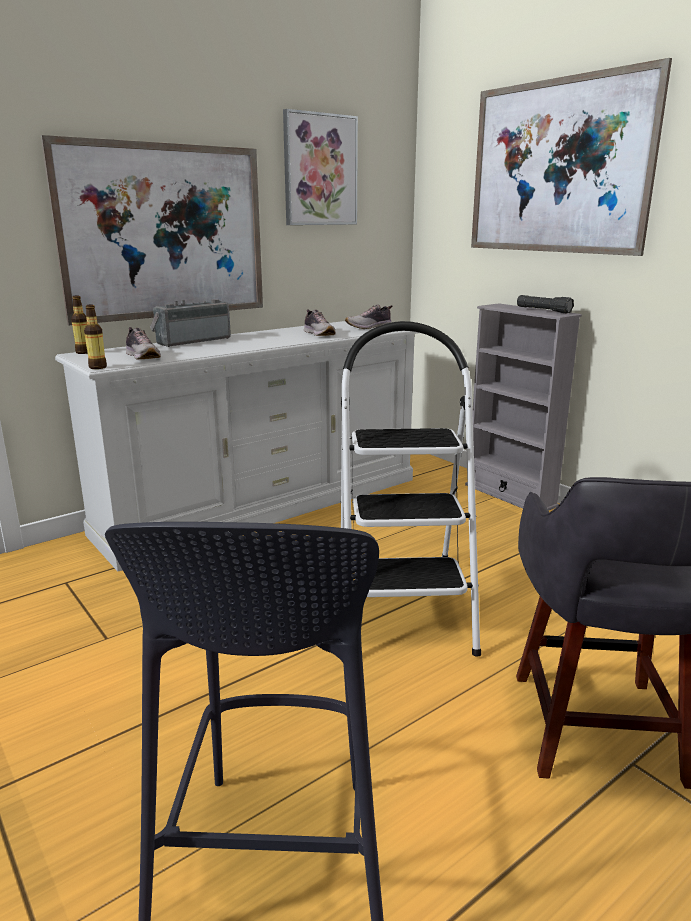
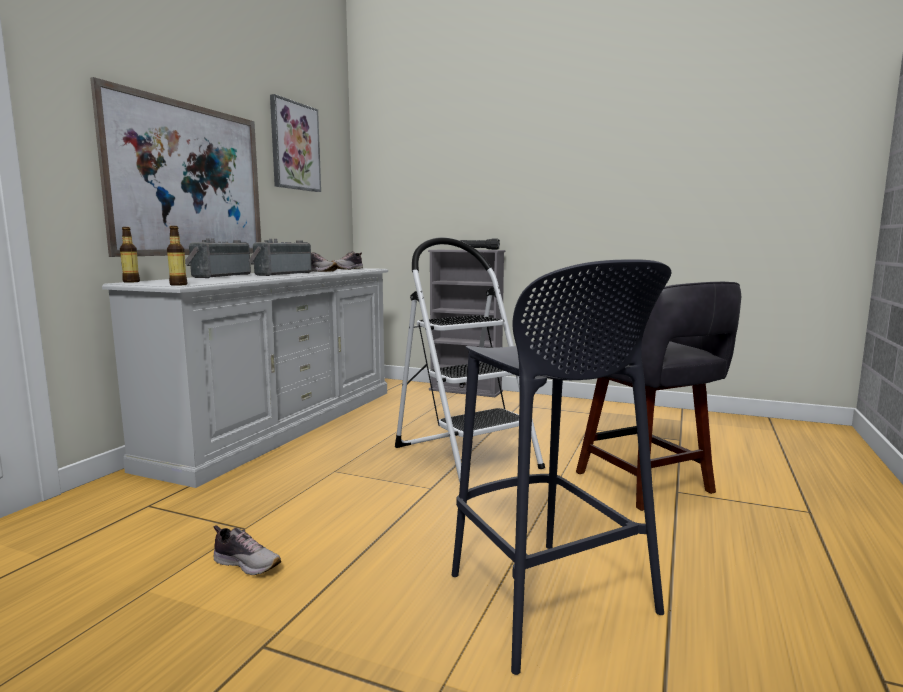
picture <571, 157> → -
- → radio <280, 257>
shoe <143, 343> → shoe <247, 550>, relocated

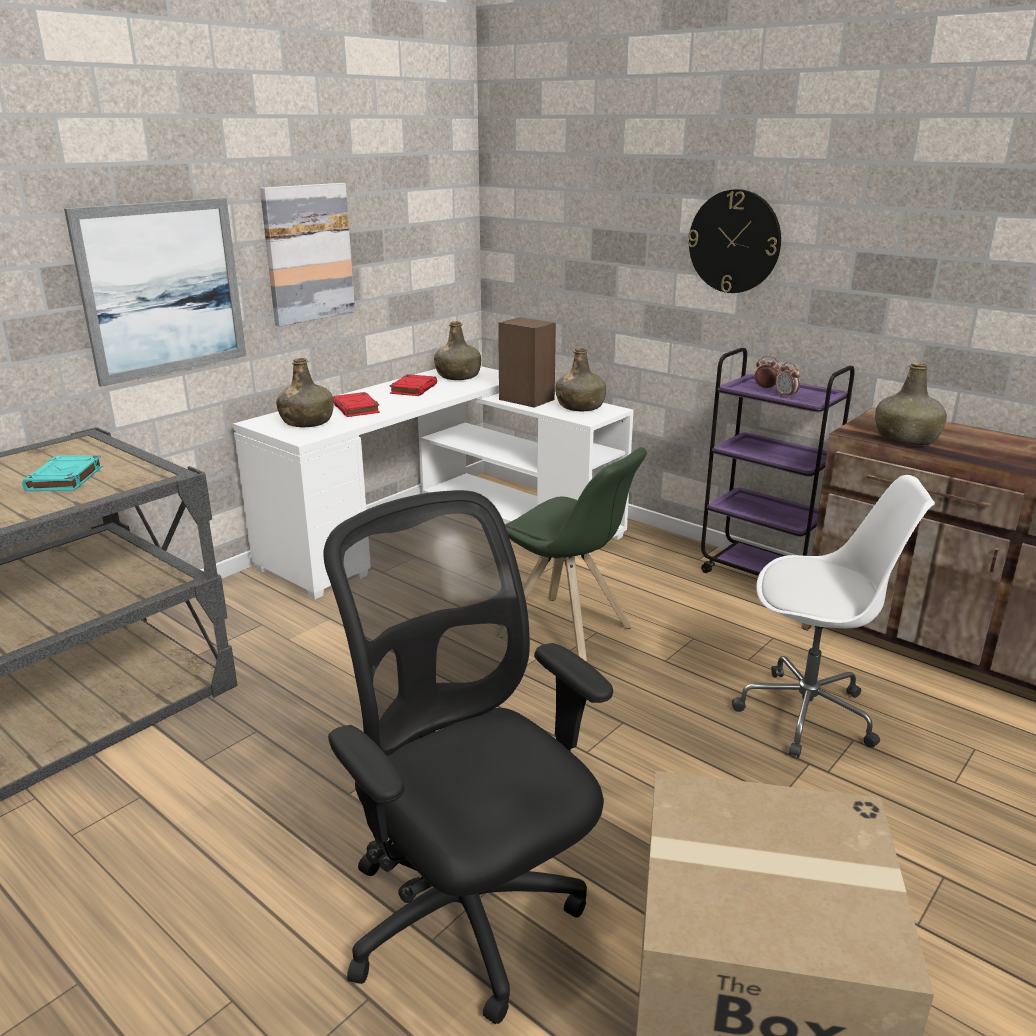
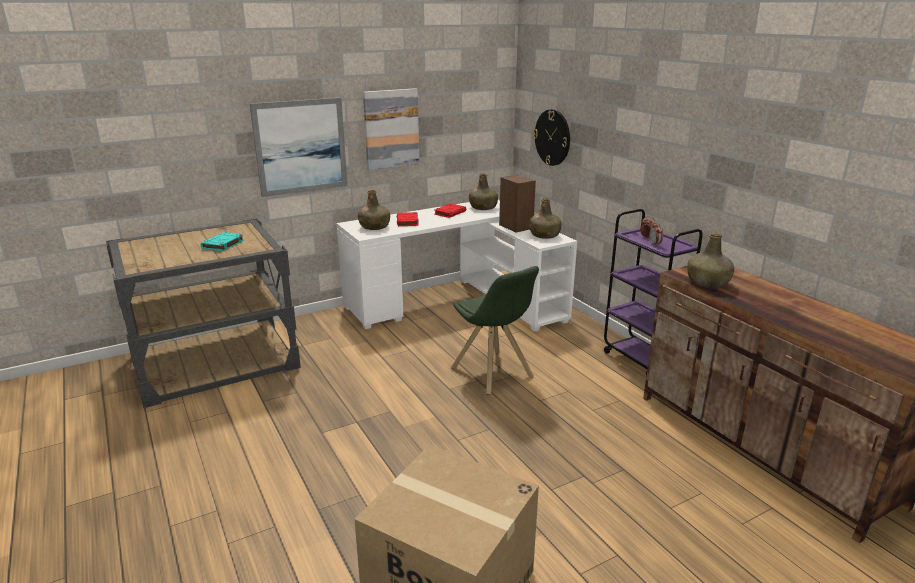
black_office_chair <468, 757> → -
white_office_chair <833, 616> → -
wall_clock <734, 241> → wall_clock <551, 137>, relocated

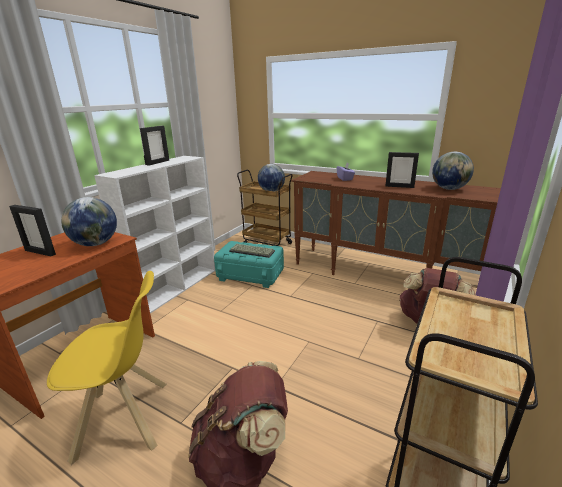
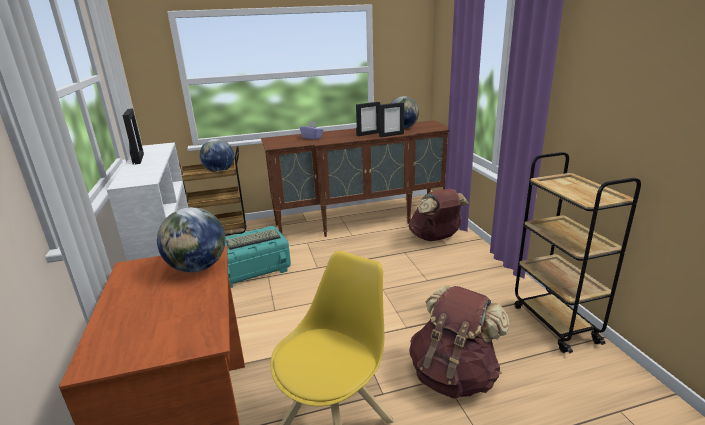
picture_frame <32, 230> → picture_frame <391, 119>, relocated

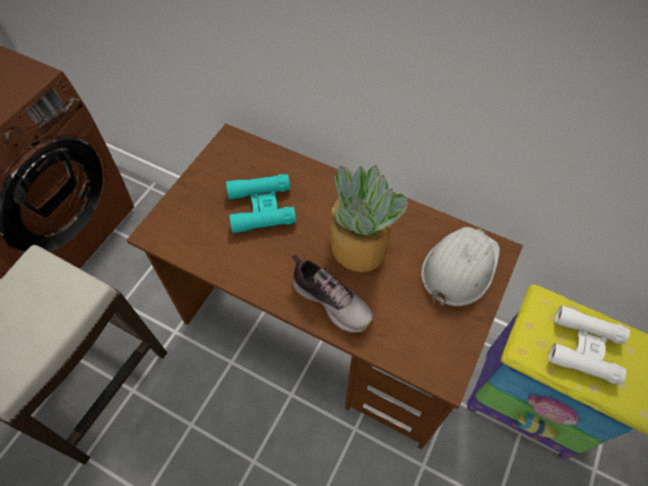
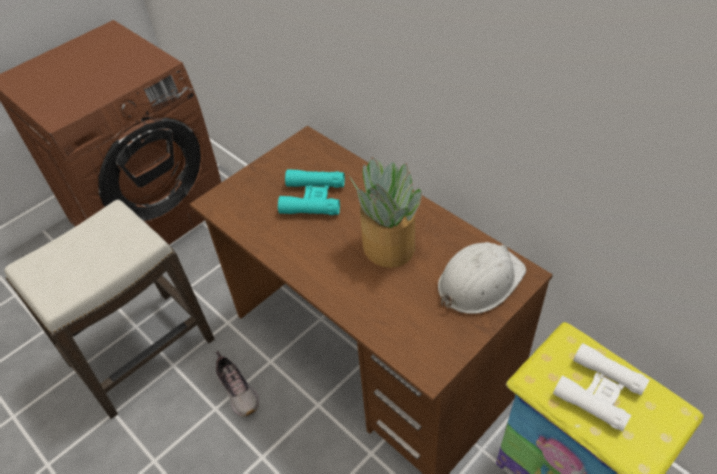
shoe <333, 293> → shoe <237, 384>, relocated

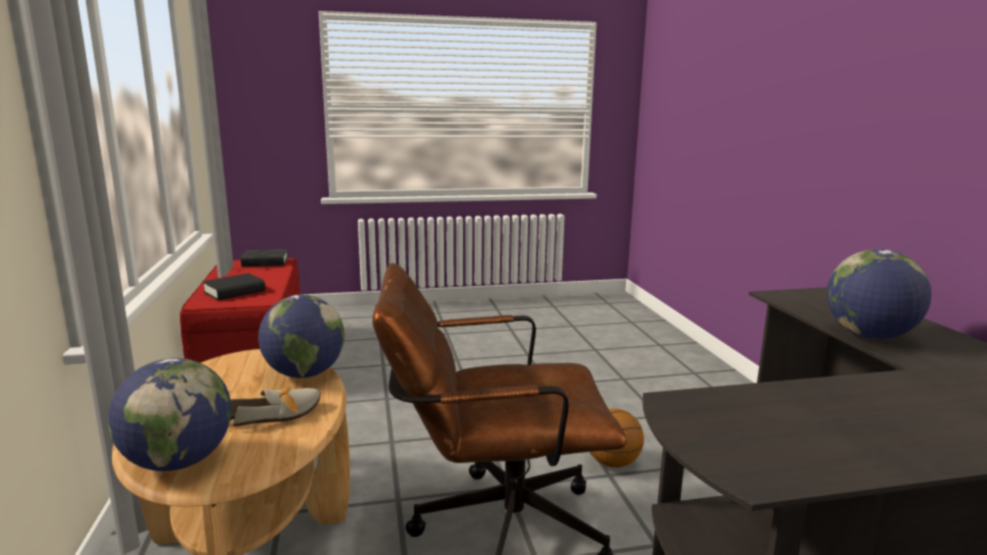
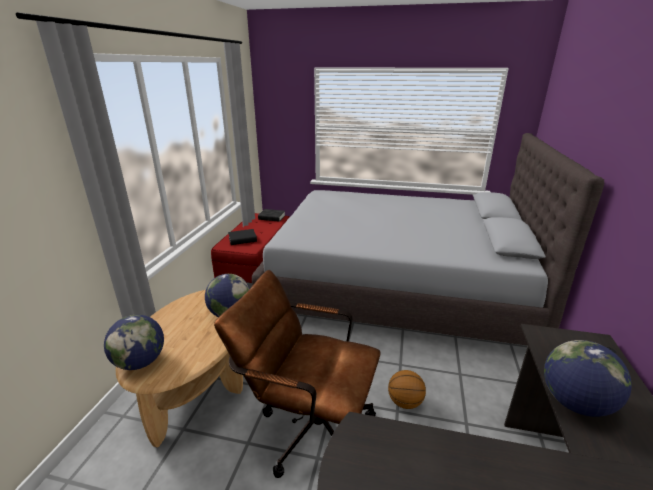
shoe <275, 406> → -
- → grey_bed <428, 239>

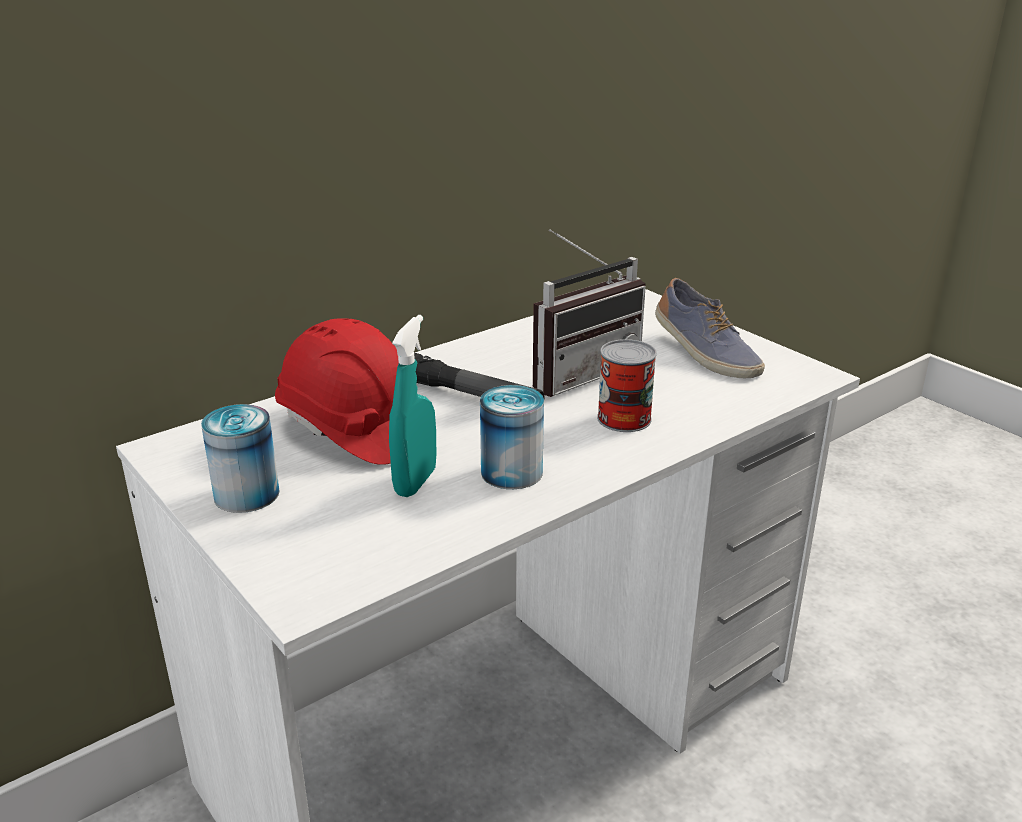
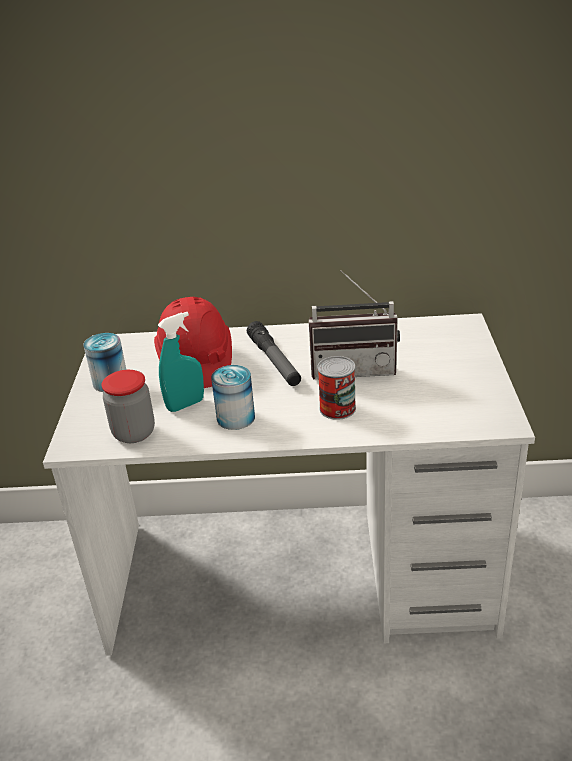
shoe <710, 328> → -
- → jar <128, 406>

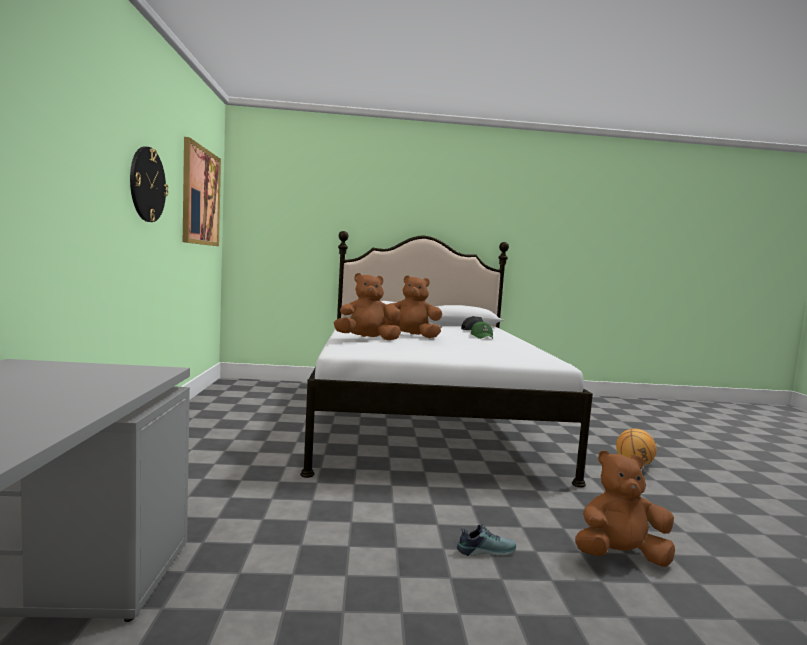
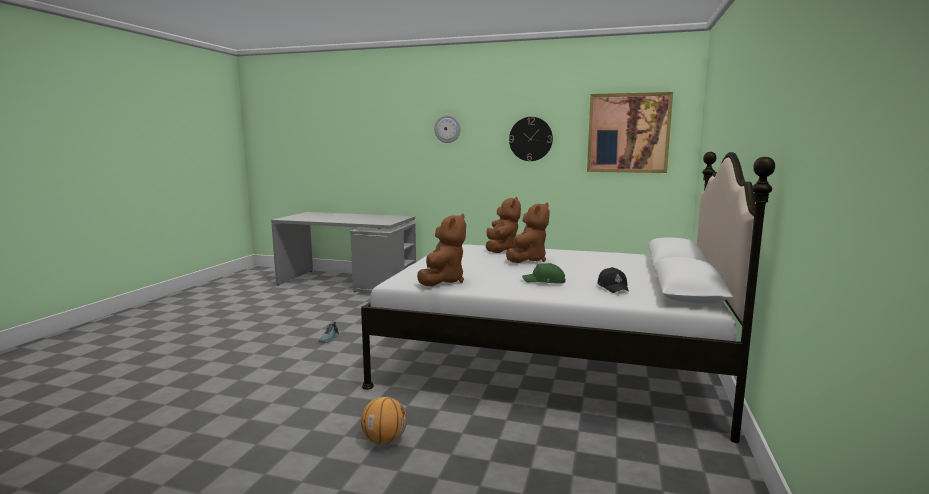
- → wall_clock <447, 129>
brown_plush_toy <625, 508> → brown_plush_toy <441, 250>, relocated

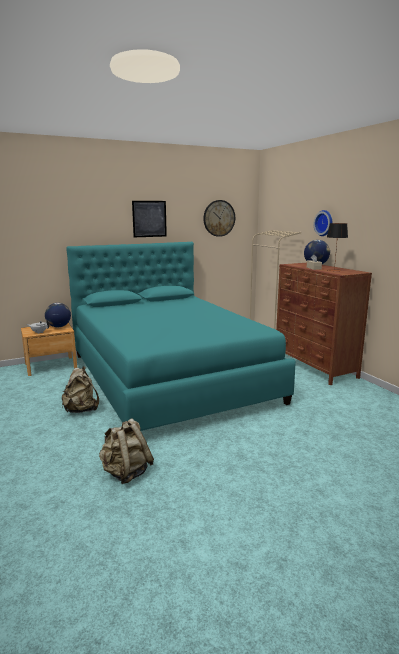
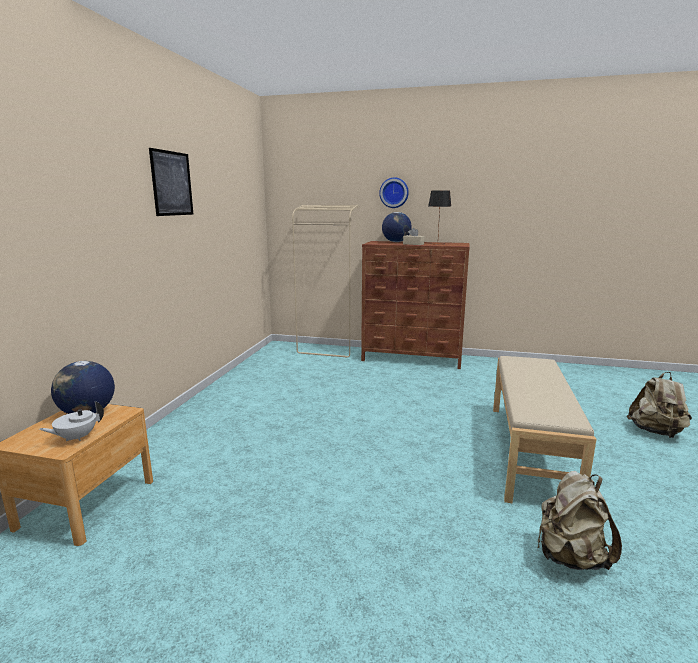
turquoise_bed <181, 336> → -
wall_clock <219, 218> → -
- → beige_bench <544, 429>
beige_backpack <80, 389> → beige_backpack <659, 405>, relocated

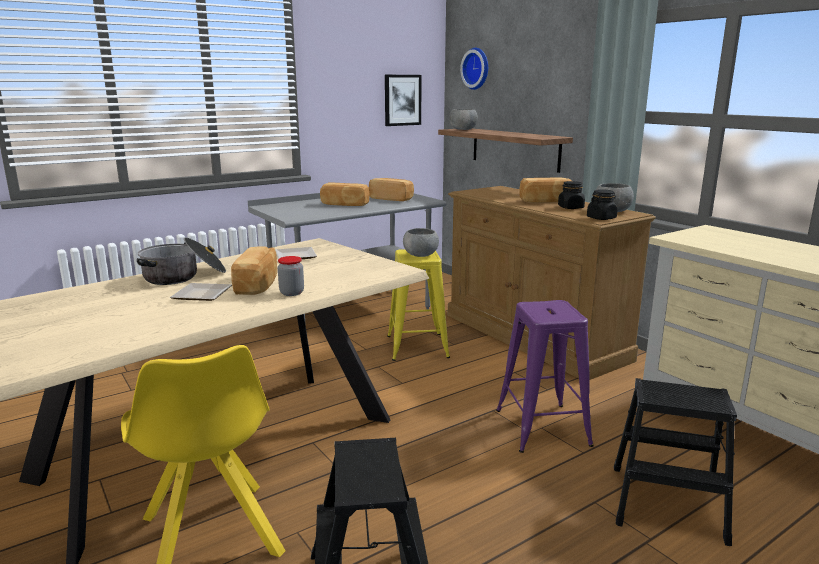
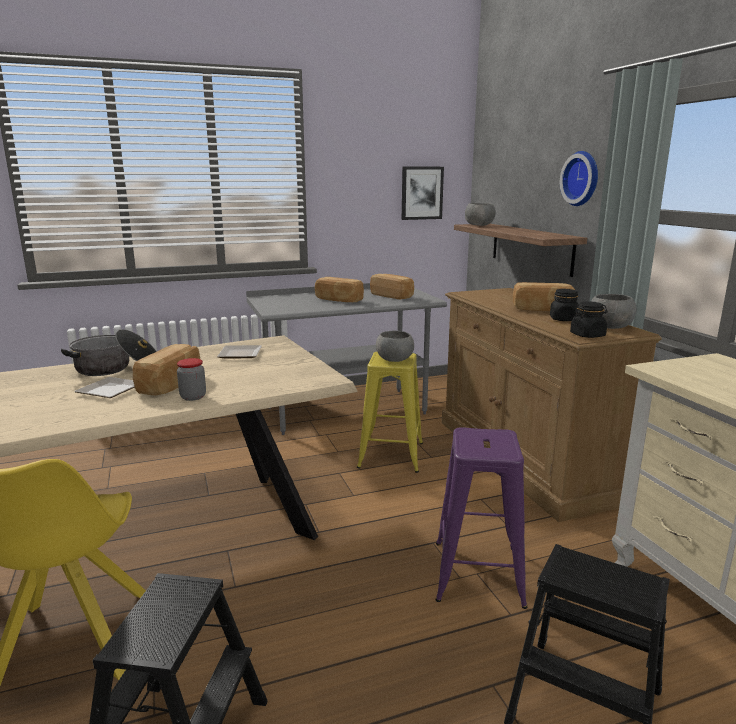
wall_clock <474, 69> → wall_clock <579, 178>, relocated

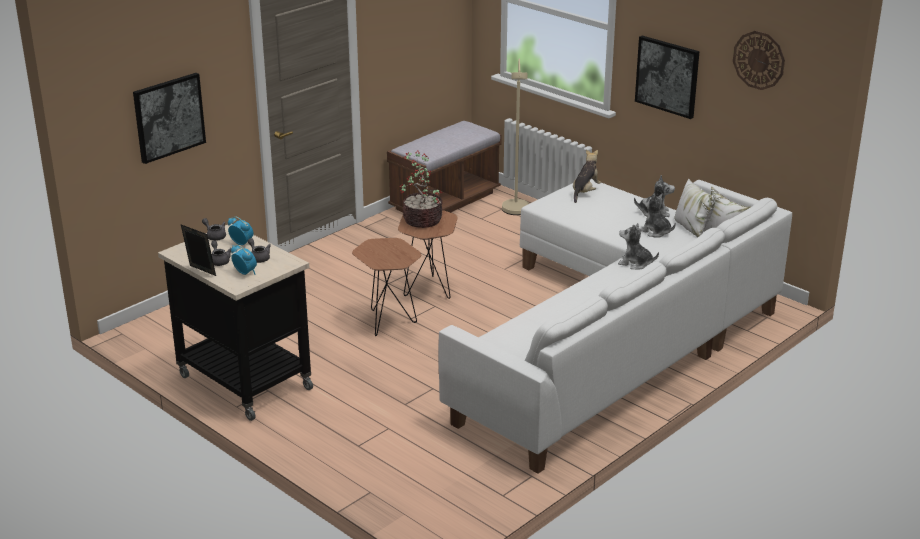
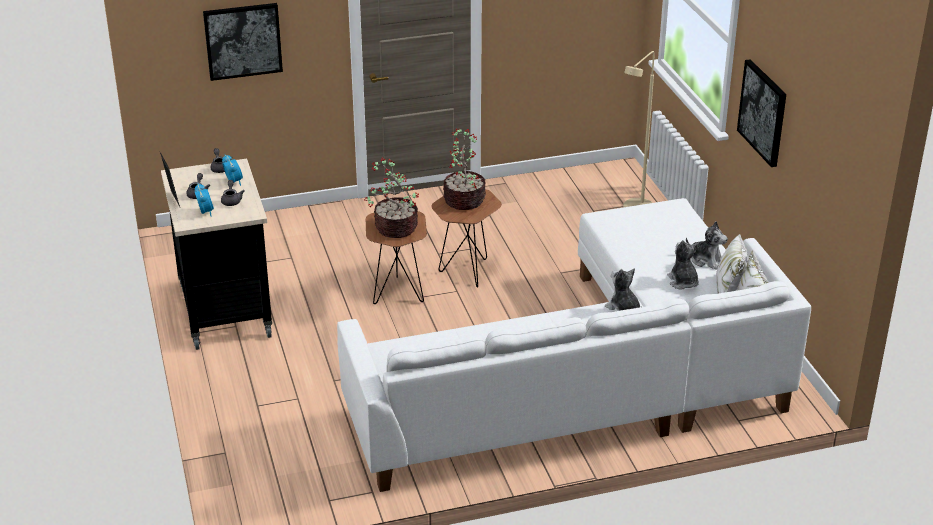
brown_bench <444, 167> → -
plush_toy <587, 176> → -
wall_clock <759, 60> → -
- → potted_plant <391, 197>

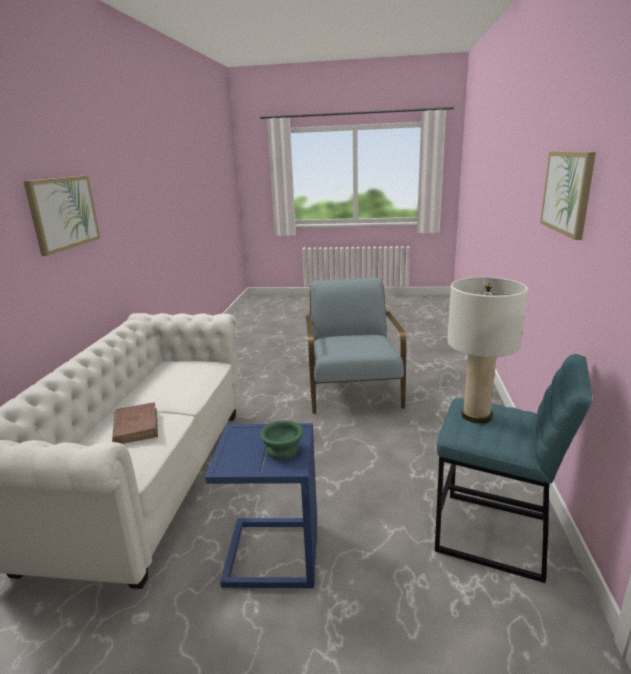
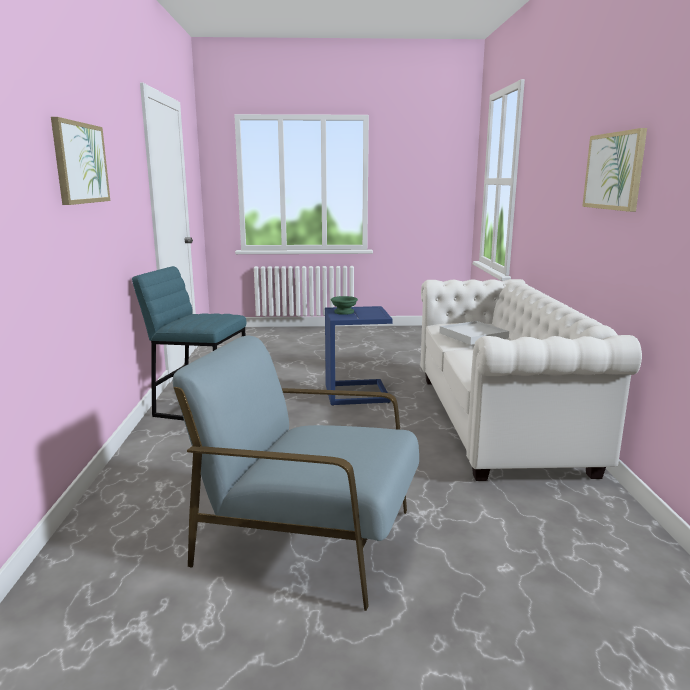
white_table_lamp <487, 350> → -
brown_book <135, 423> → white_tray <474, 333>
blue_armchair <356, 346> → blue_armchair <296, 473>, 120 degrees clockwise

